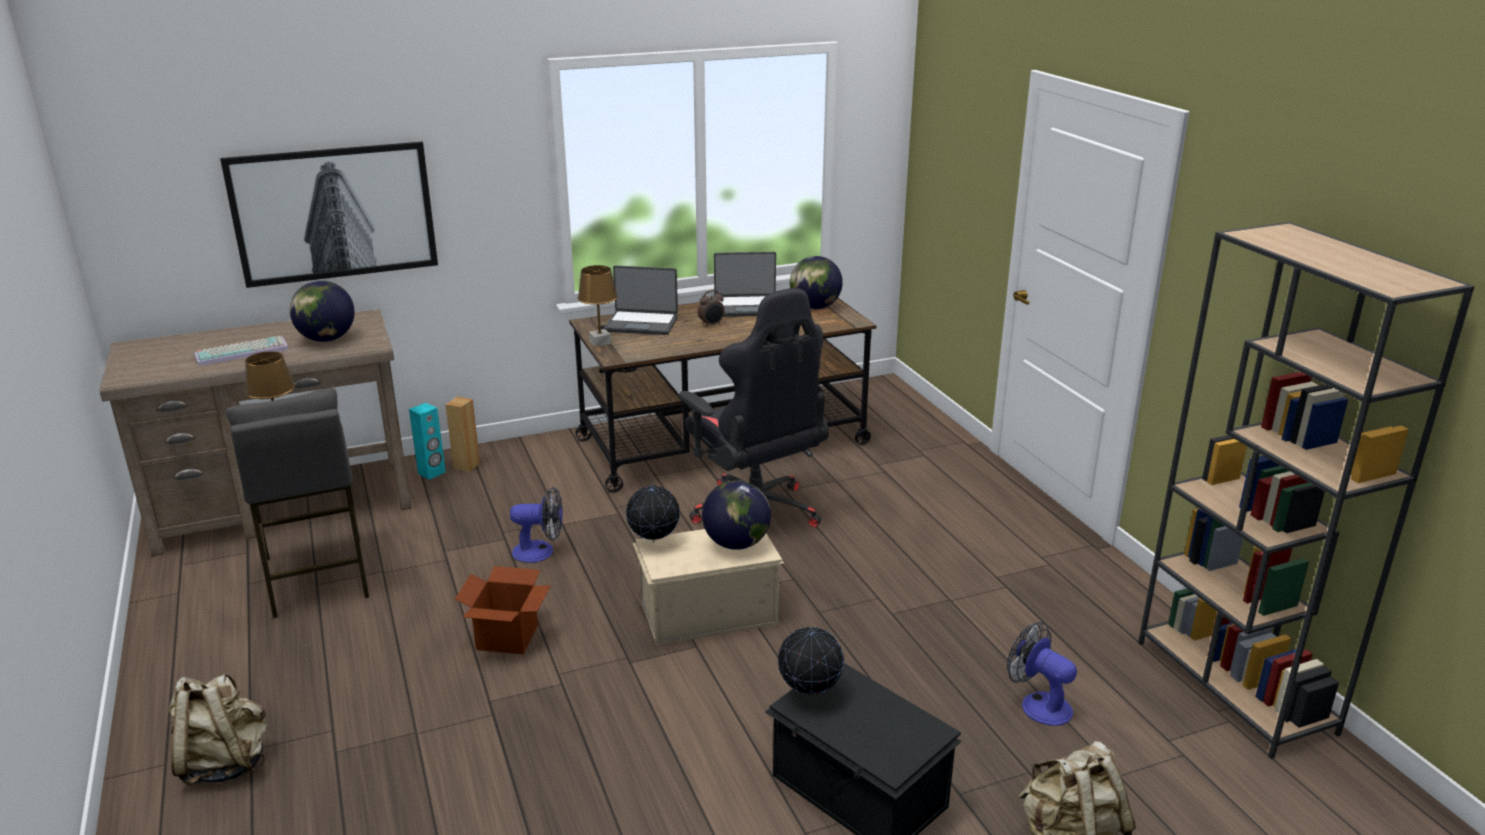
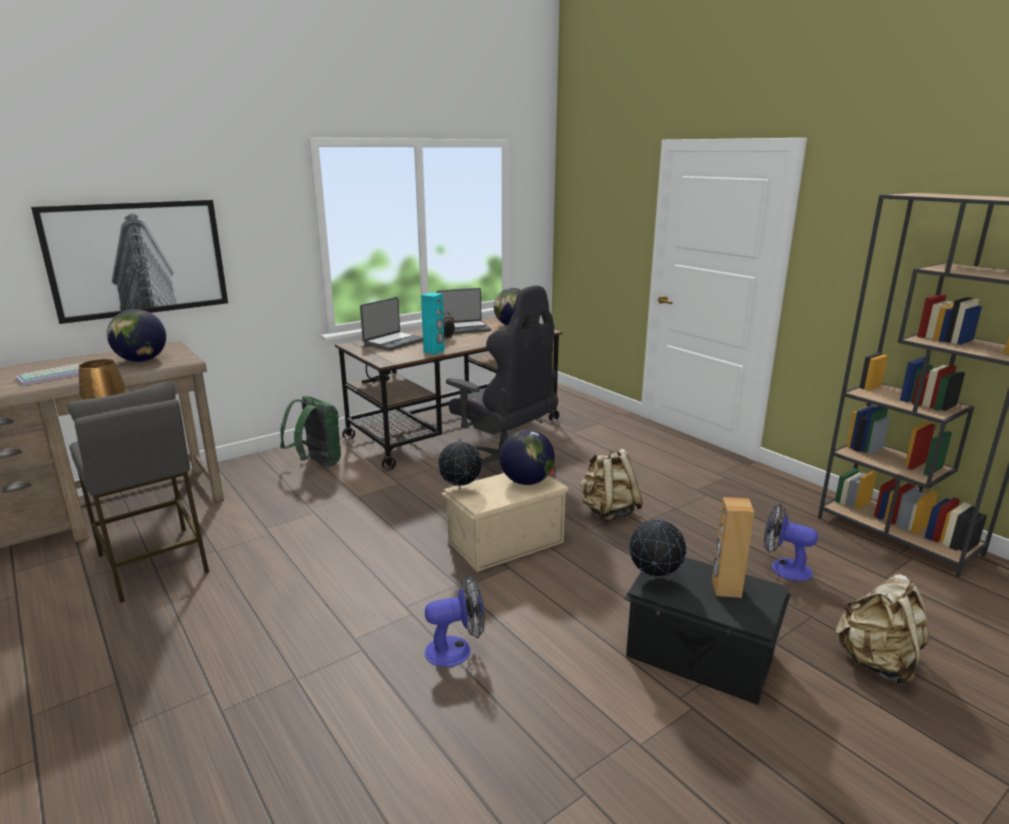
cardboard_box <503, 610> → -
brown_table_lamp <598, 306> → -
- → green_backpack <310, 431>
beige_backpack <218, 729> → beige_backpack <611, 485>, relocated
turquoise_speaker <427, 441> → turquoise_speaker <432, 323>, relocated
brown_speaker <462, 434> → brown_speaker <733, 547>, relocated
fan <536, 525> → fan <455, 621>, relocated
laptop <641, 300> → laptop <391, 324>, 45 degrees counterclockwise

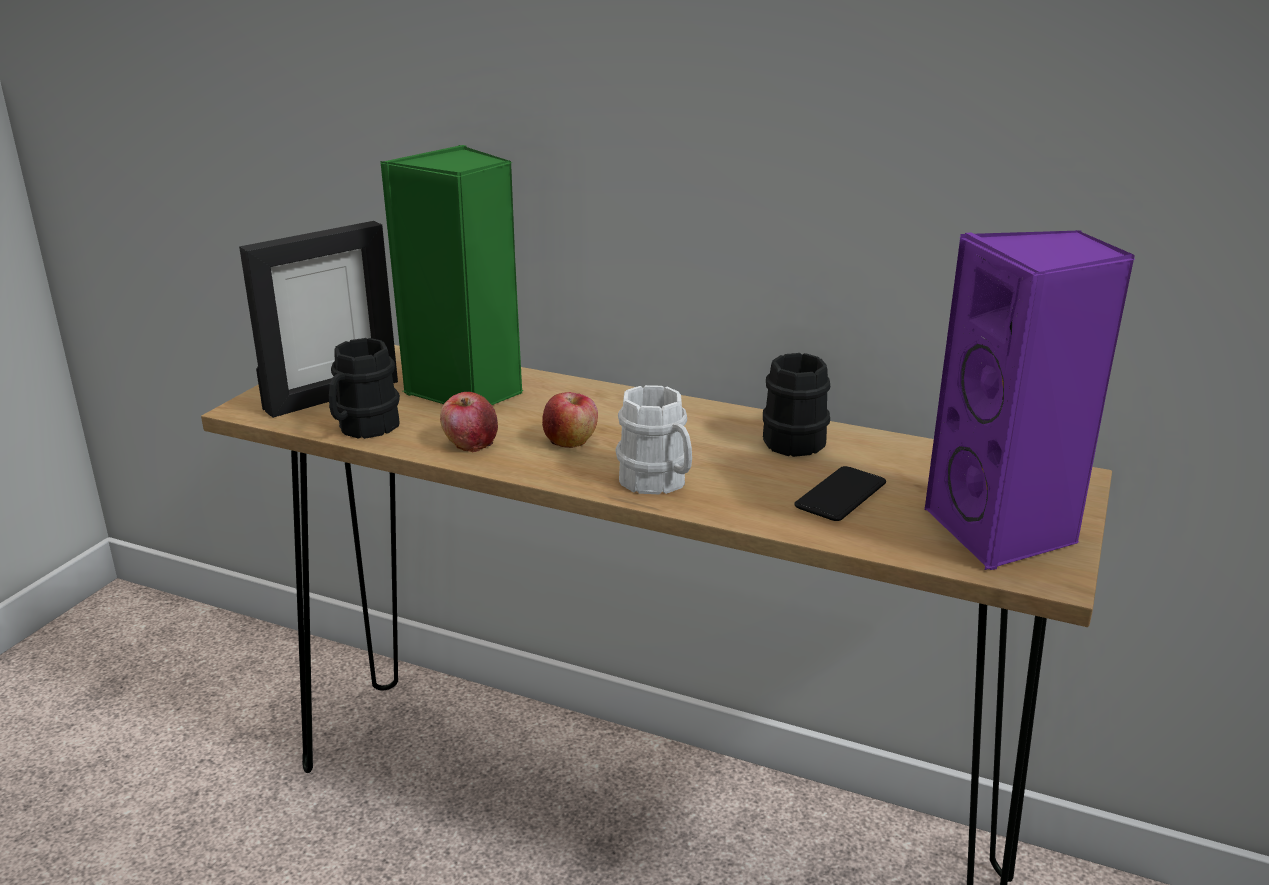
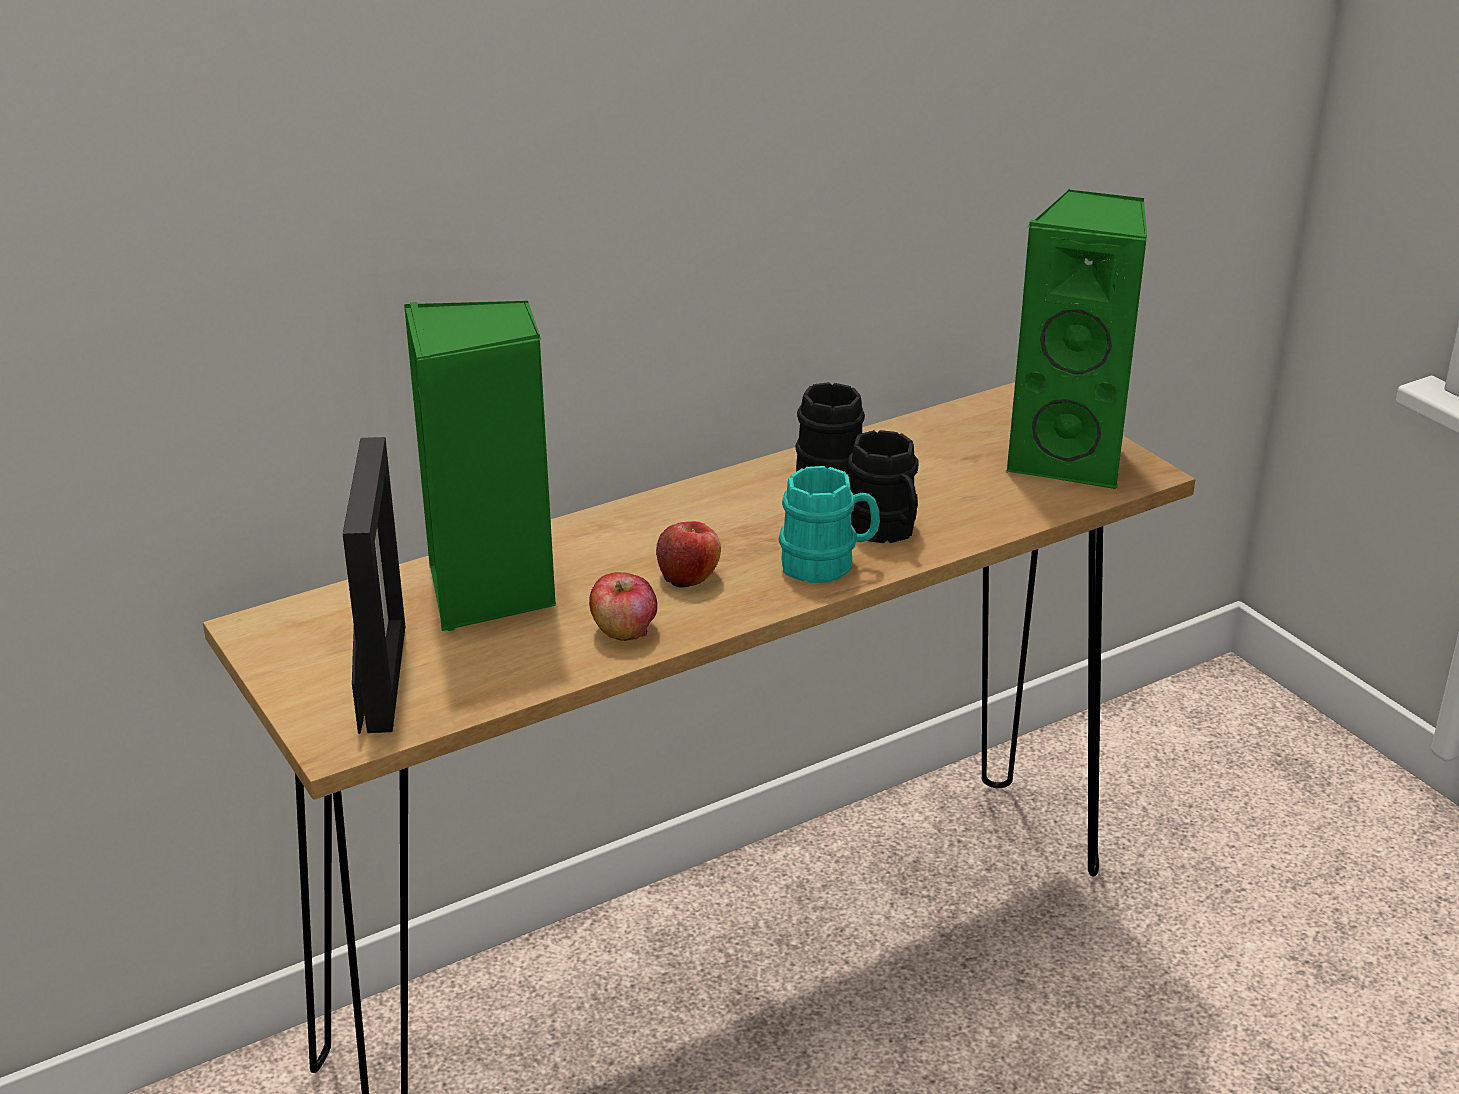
phone <840, 493> → -
black_mug <364, 388> → black_mug <883, 486>, relocated
white_mug <653, 439> → turquoise_mug <829, 524>
purple_speaker <1030, 400> → green_speaker <1077, 339>

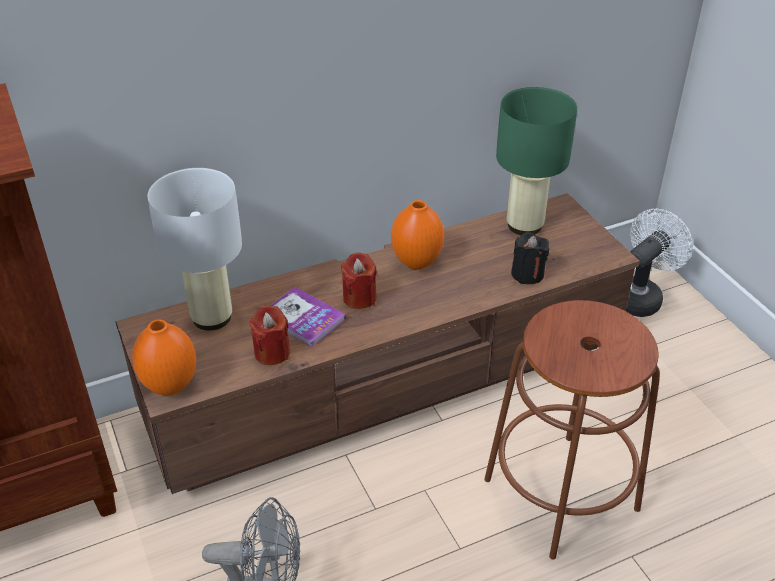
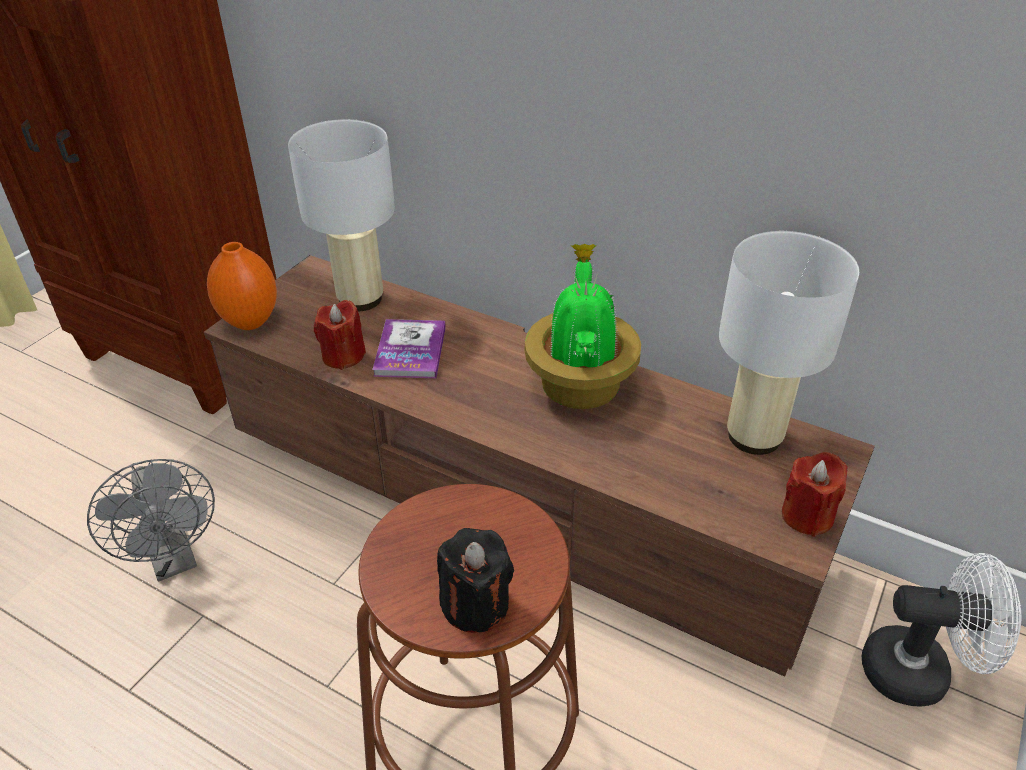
red_candle <359, 280> → red_candle <815, 494>, relocated
black_candle <530, 258> → black_candle <475, 580>, relocated
orange_vase <417, 235> → potted_plant <583, 326>
green_table_lamp <536, 161> → white_table_lamp <789, 343>

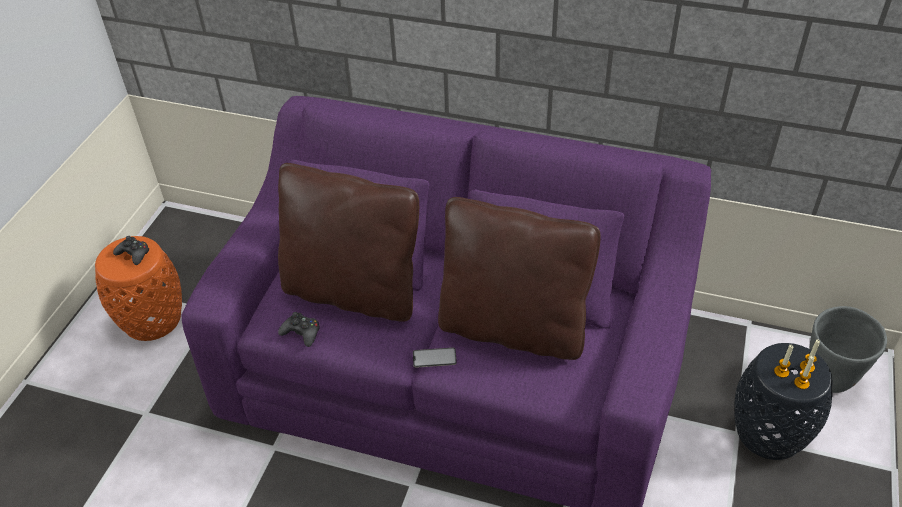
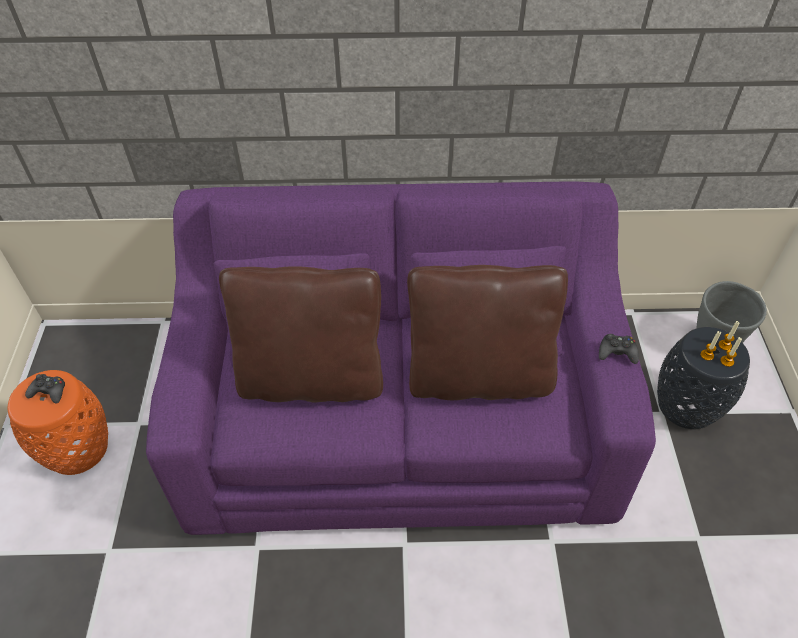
phone <435, 357> → -
black_game_controller <298, 329> → black_game_controller <619, 349>, relocated

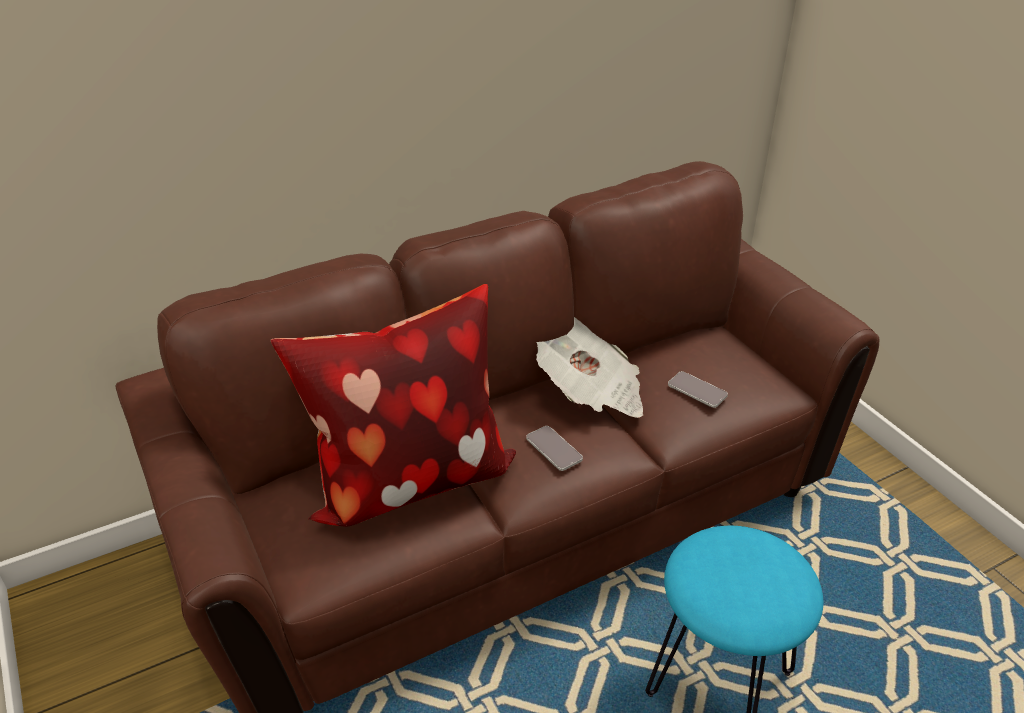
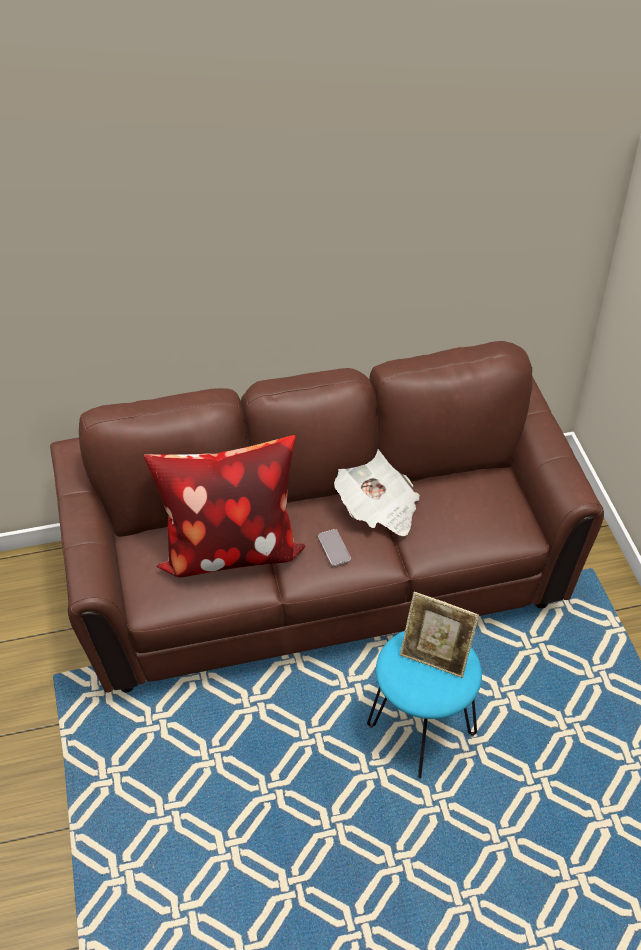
phone <698, 389> → -
- → picture_frame <439, 635>

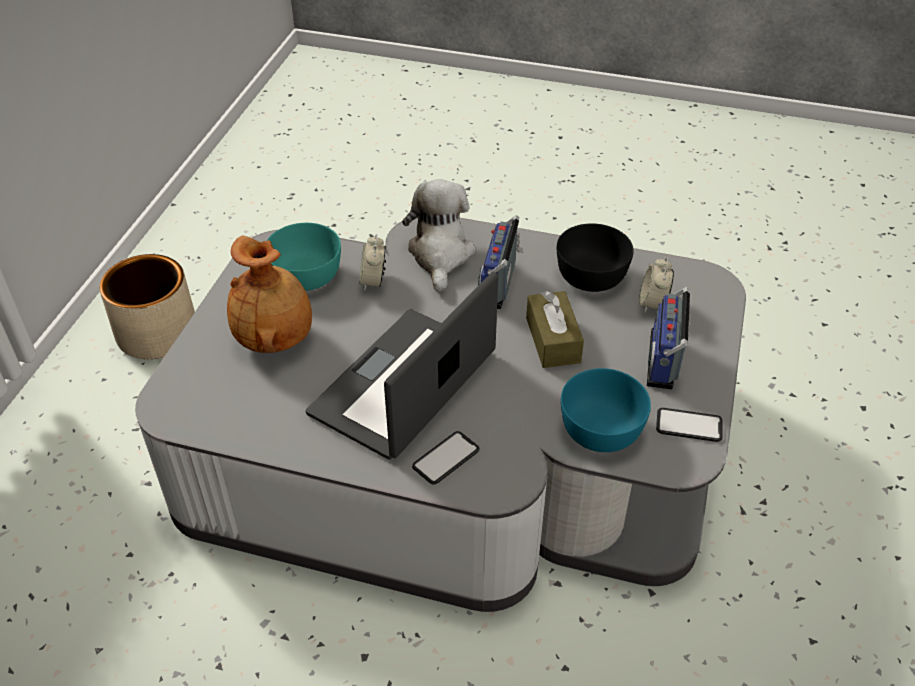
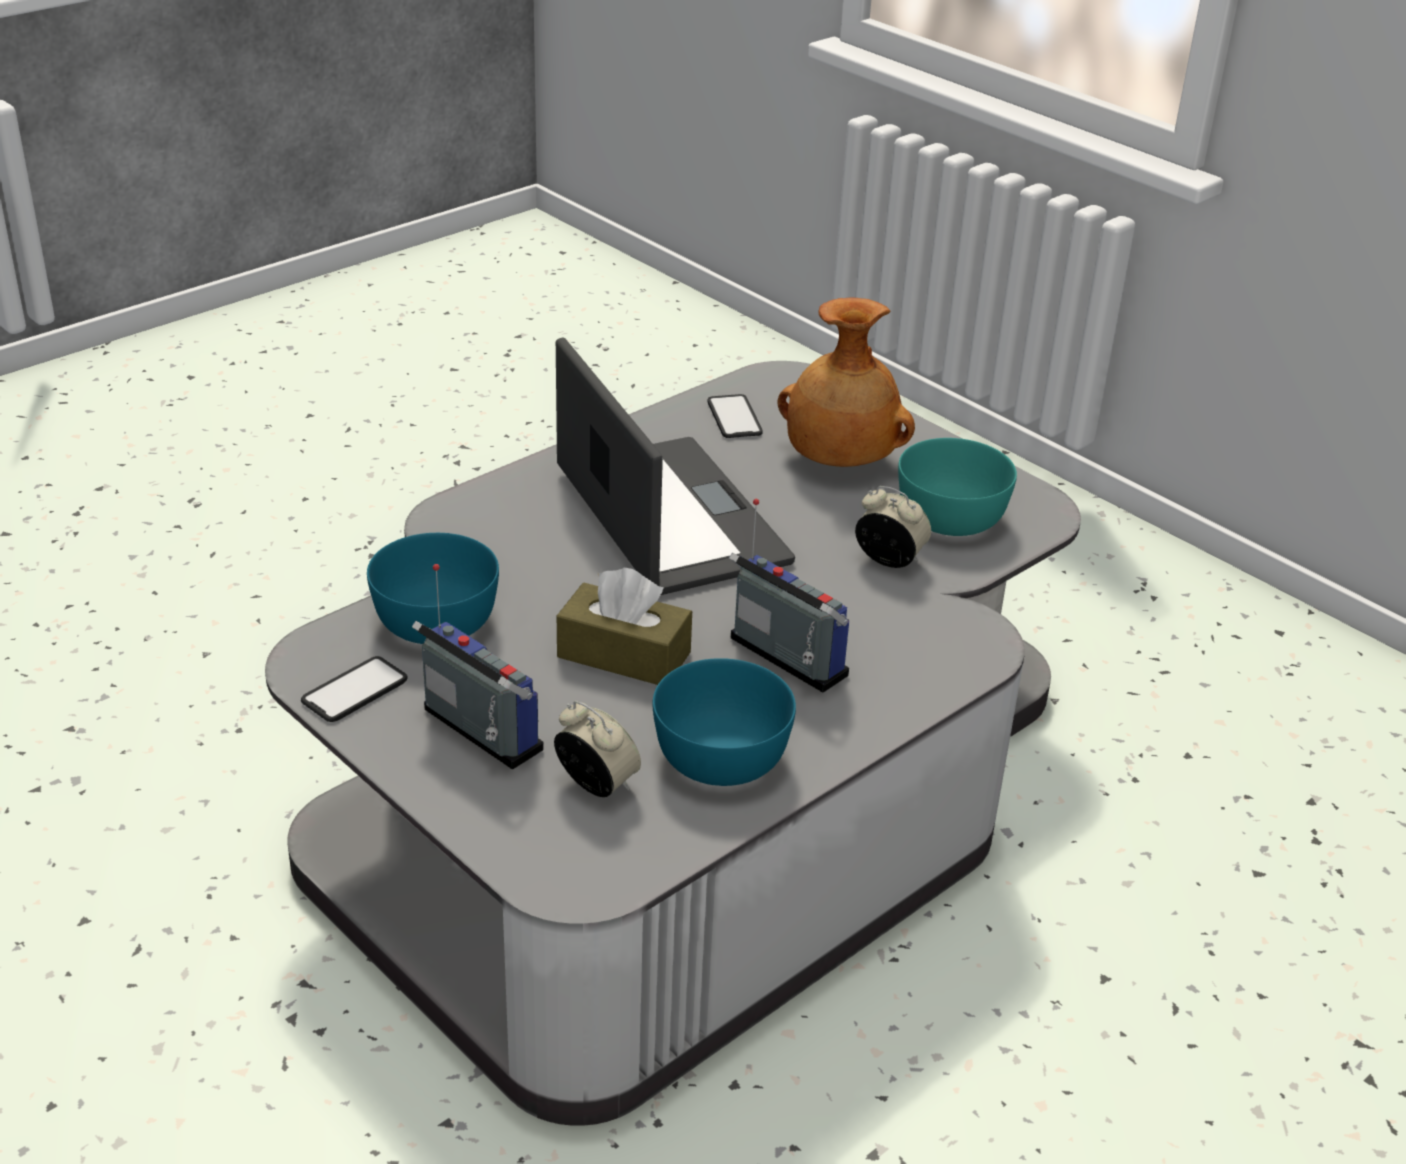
beige_planter <147, 306> → -
plush_toy <438, 235> → -
phone <446, 458> → phone <735, 416>, relocated
black_bowl <595, 257> → turquoise_bowl <724, 722>

